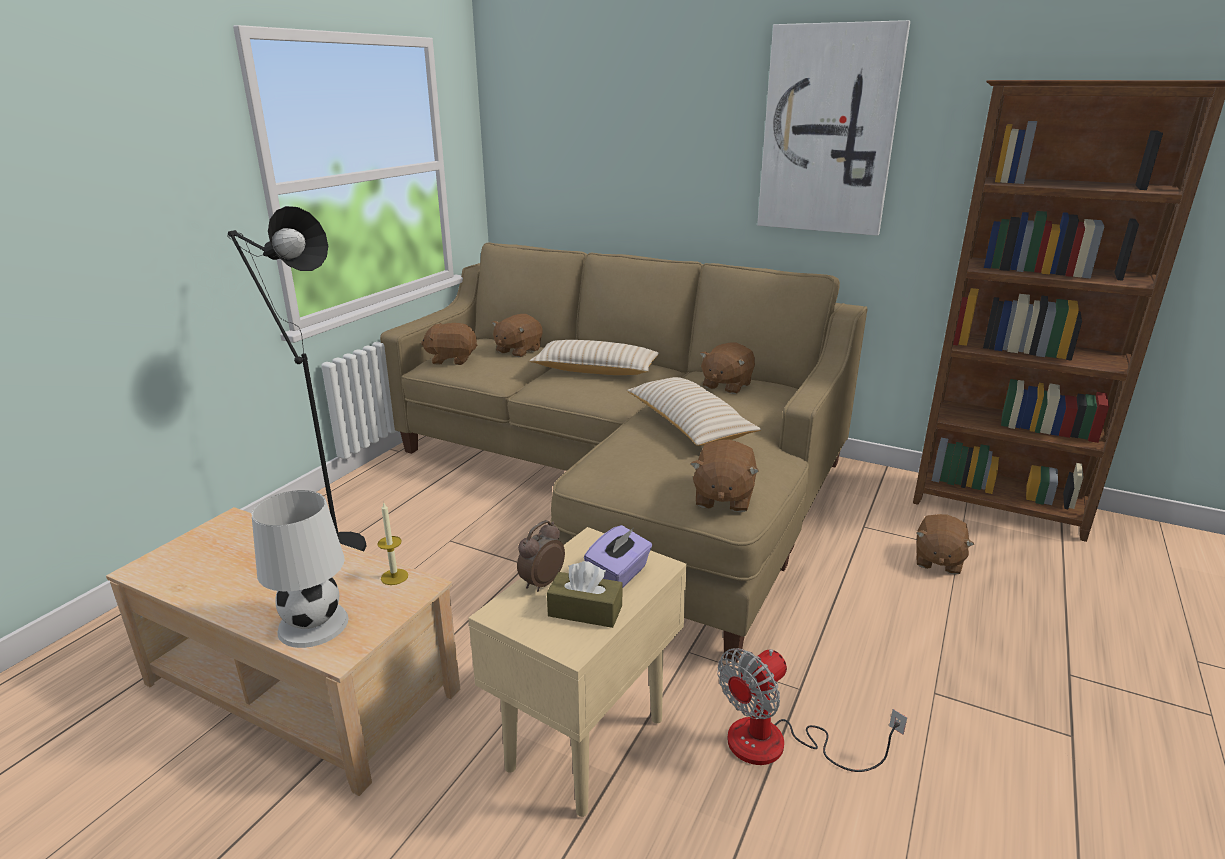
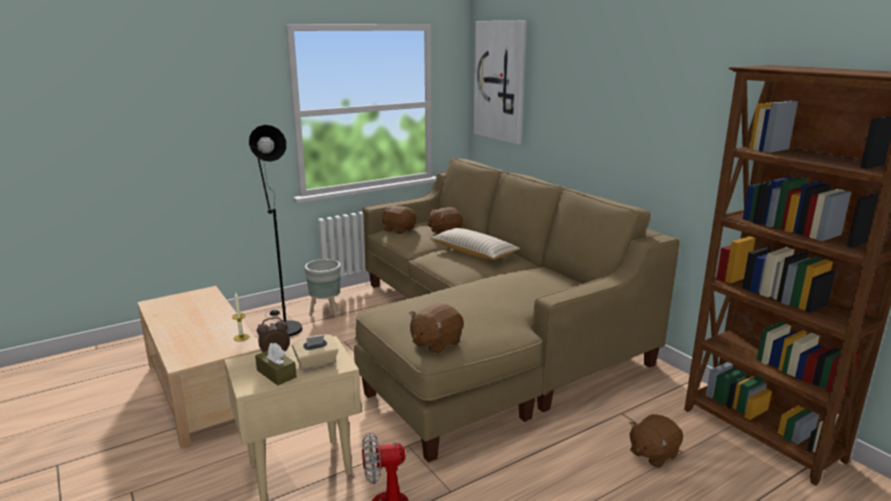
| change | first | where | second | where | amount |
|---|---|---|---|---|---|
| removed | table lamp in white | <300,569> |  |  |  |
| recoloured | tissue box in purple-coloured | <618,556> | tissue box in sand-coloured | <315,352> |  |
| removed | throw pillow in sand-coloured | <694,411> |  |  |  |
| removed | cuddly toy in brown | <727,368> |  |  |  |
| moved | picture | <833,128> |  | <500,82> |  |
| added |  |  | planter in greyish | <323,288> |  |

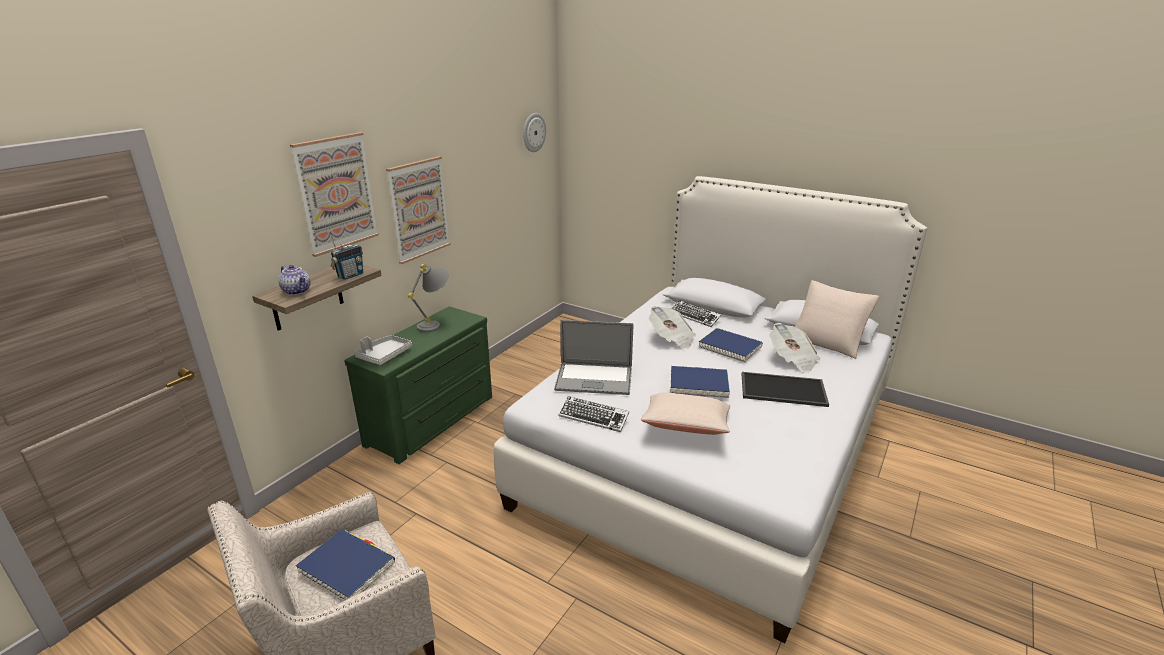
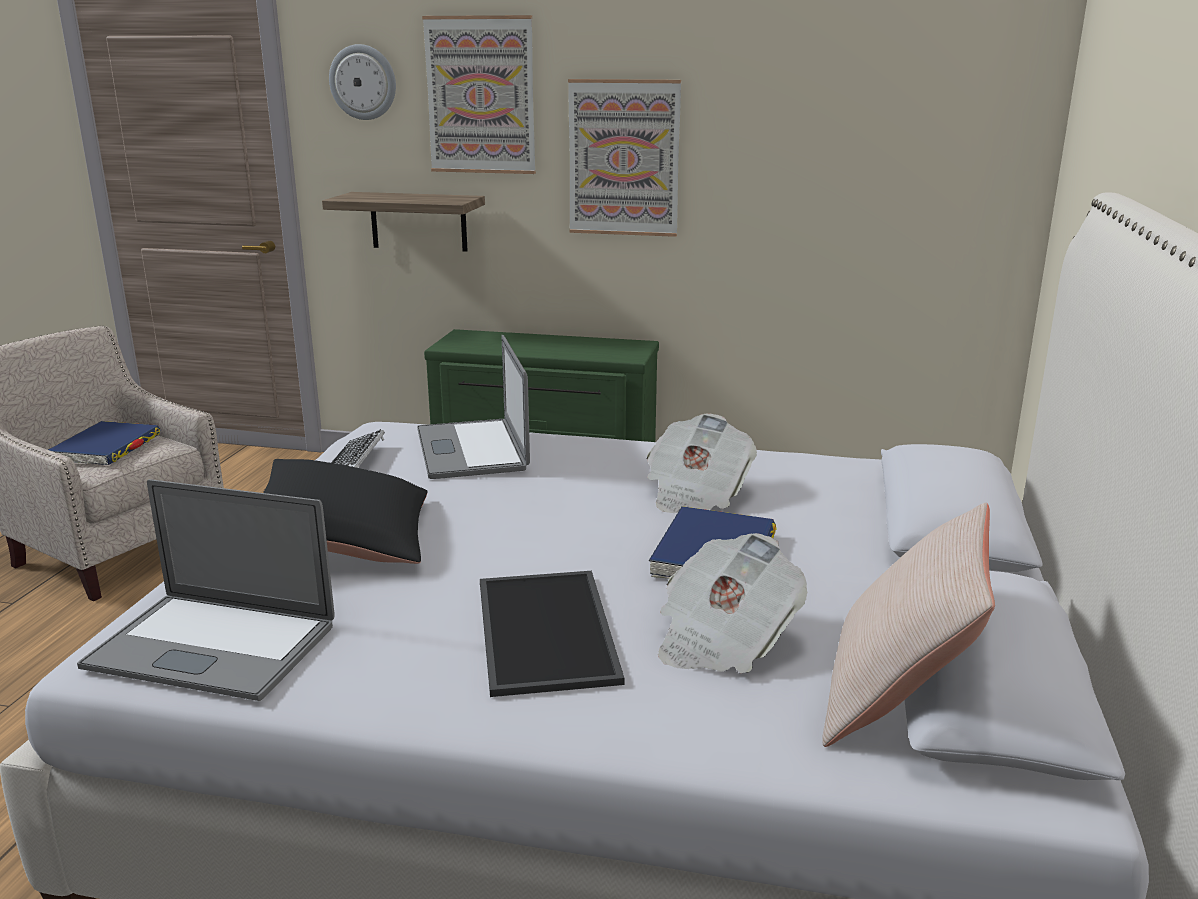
| change | first | where | second | where | amount |
|---|---|---|---|---|---|
| removed | pot for tea | <294,280> |  |  |  |
| removed | radio receiver | <347,257> |  |  |  |
| removed | serving tray in greyish | <383,350> |  |  |  |
| removed | table lamp in greyish | <428,298> |  |  |  |
| moved | hanging clock | <534,132> |  | <362,82> |  |
| recoloured | throw pillow in sand-coloured | <685,414> | throw pillow in black-coloured | <345,511> |  |
| removed | bound book in bluish | <700,382> |  |  |  |
| removed | keyboard | <696,313> |  |  |  |
| added |  |  | laptop | <206,590> |  |

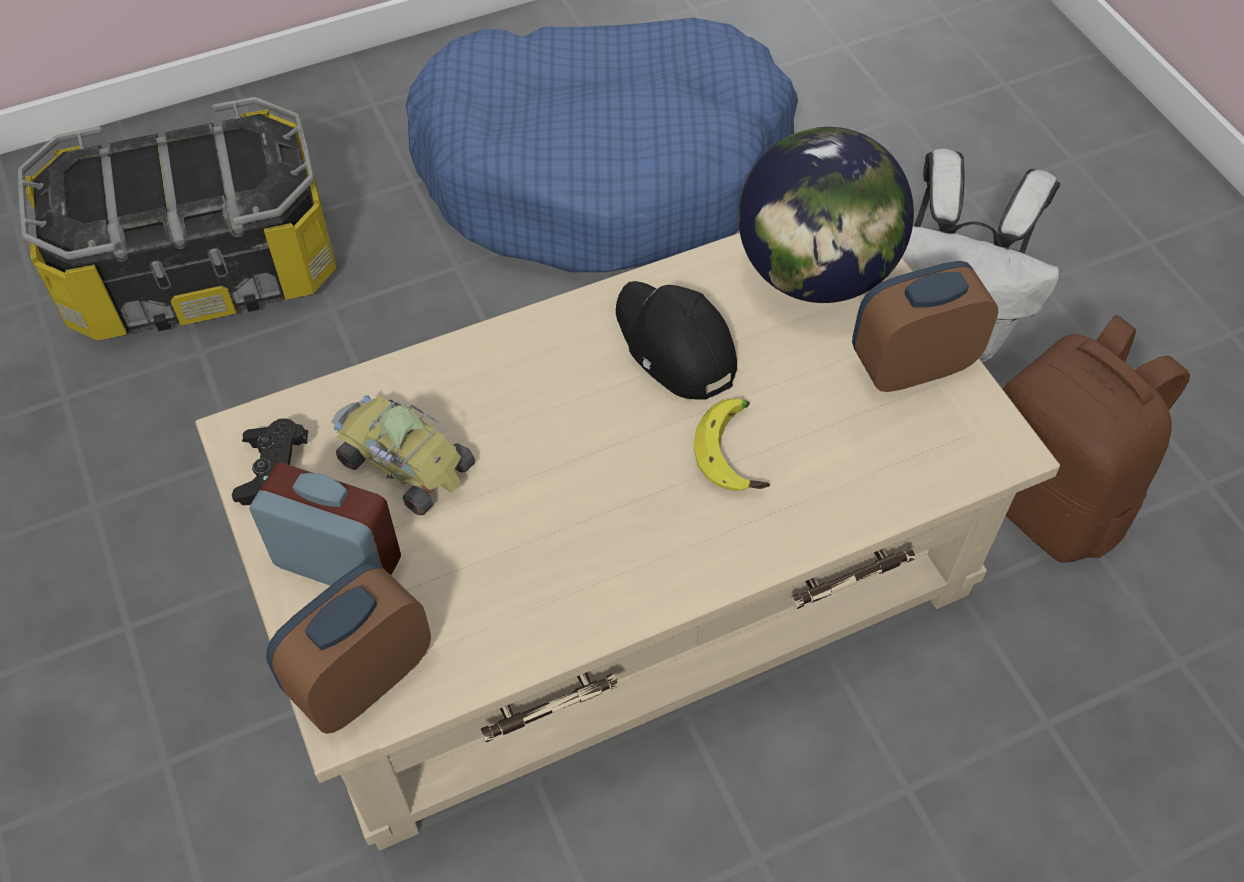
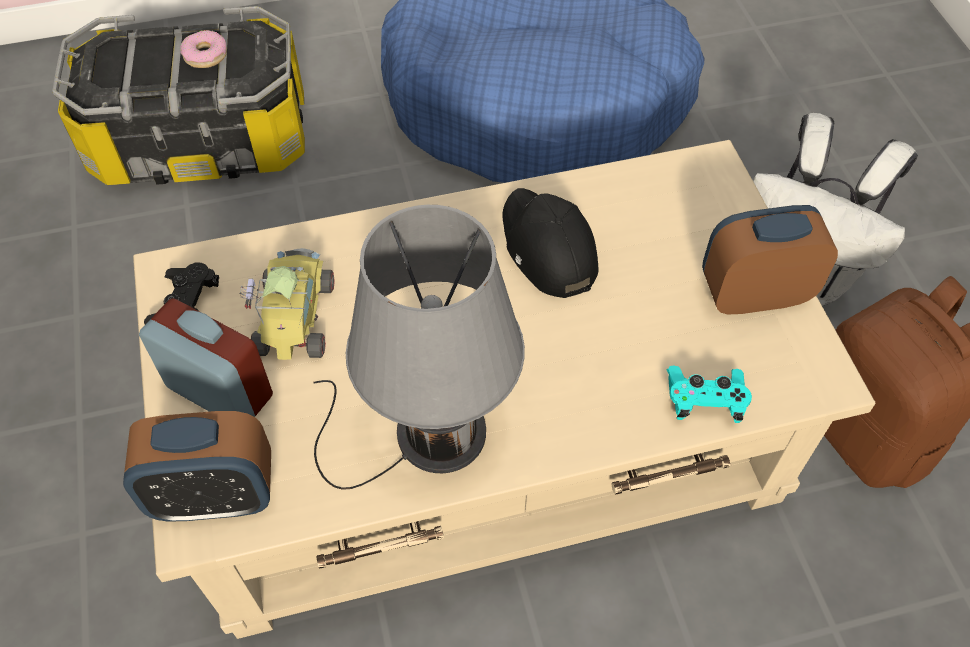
| change | first | where | second | where | amount |
|---|---|---|---|---|---|
| turned | bedside clock | <348,648> |  | <197,466> | 150 degrees counterclockwise |
| turned | model car | <403,455> |  | <287,304> | 45 degrees clockwise |
| removed | banana fruit | <731,444> |  |  |  |
| removed | world globe | <826,215> |  |  |  |
| added |  |  | doughnut | <203,49> |  |
| added |  |  | table lamp in greyish | <419,347> |  |
| added |  |  | gamepad in turquoise-coloured | <709,394> |  |

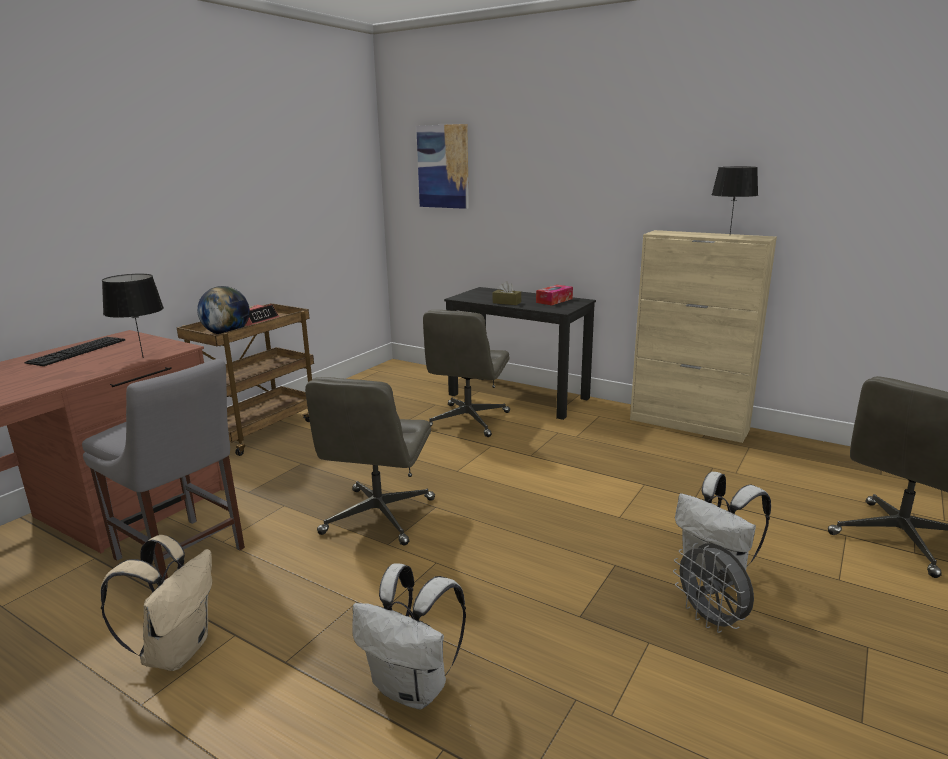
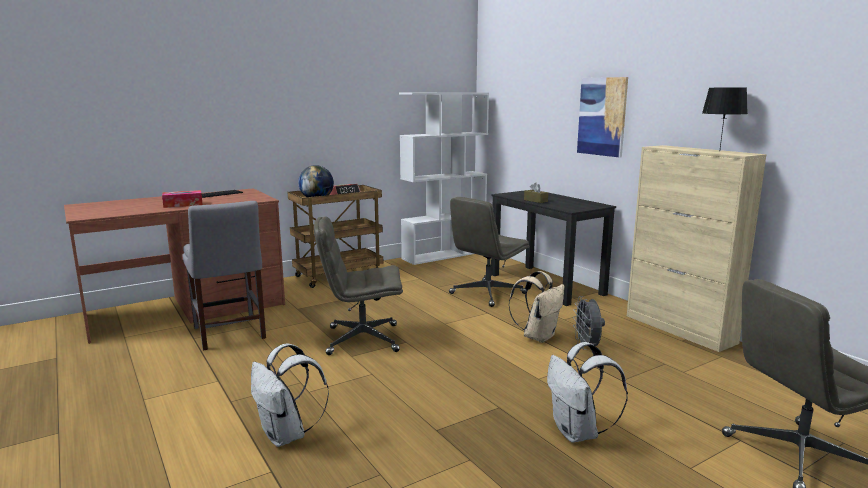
| change | first | where | second | where | amount |
|---|---|---|---|---|---|
| moved | backpack in sand-coloured | <156,603> |  | <537,307> |  |
| removed | table lamp in black-coloured | <133,316> |  |  |  |
| turned | office chair in greyish | <370,461> |  | <358,285> | 45 degrees clockwise |
| moved | picture | <442,166> |  | <602,117> |  |
| moved | tissue box | <554,295> |  | <182,199> |  |
| moved | fan in greyish | <713,588> |  | <589,323> |  |
| added |  |  | shelving unit in white | <444,179> |  |

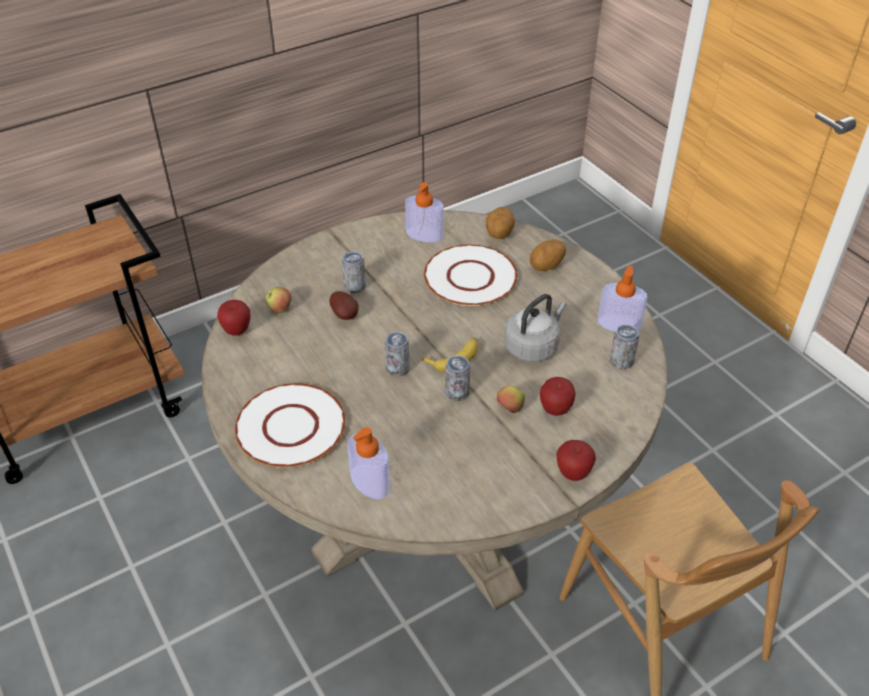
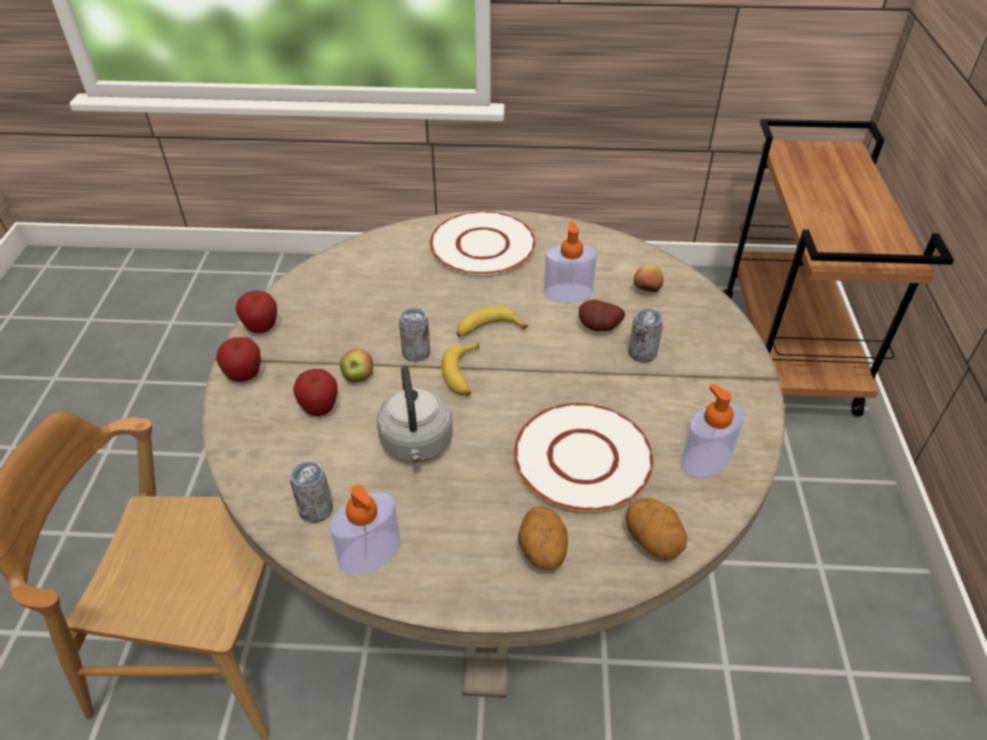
| change | first | where | second | where | amount |
|---|---|---|---|---|---|
| moved | apple fruit | <234,318> |  | <256,312> |  |
| moved | soap dispenser | <368,463> |  | <570,261> |  |
| replaced | can | <397,354> | banana fruit | <492,321> |  |

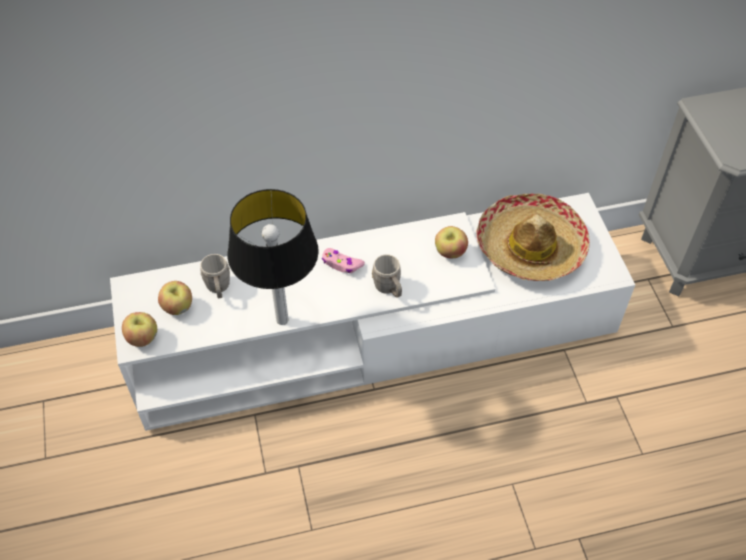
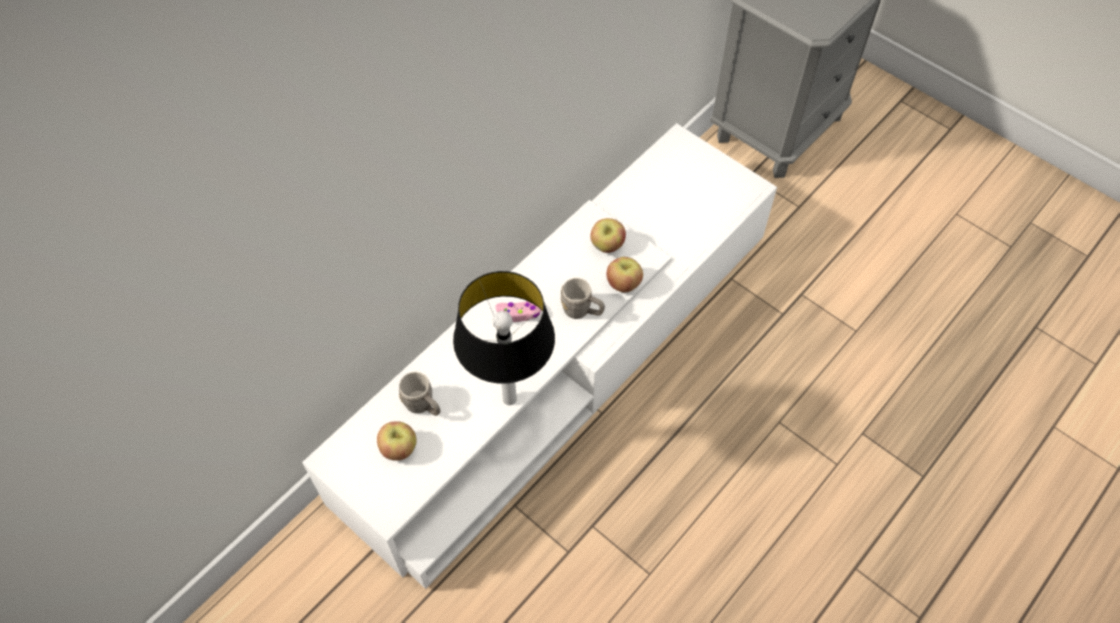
| change | first | where | second | where | amount |
|---|---|---|---|---|---|
| moved | apple fruit | <139,329> |  | <625,274> |  |
| removed | hat | <533,237> |  |  |  |

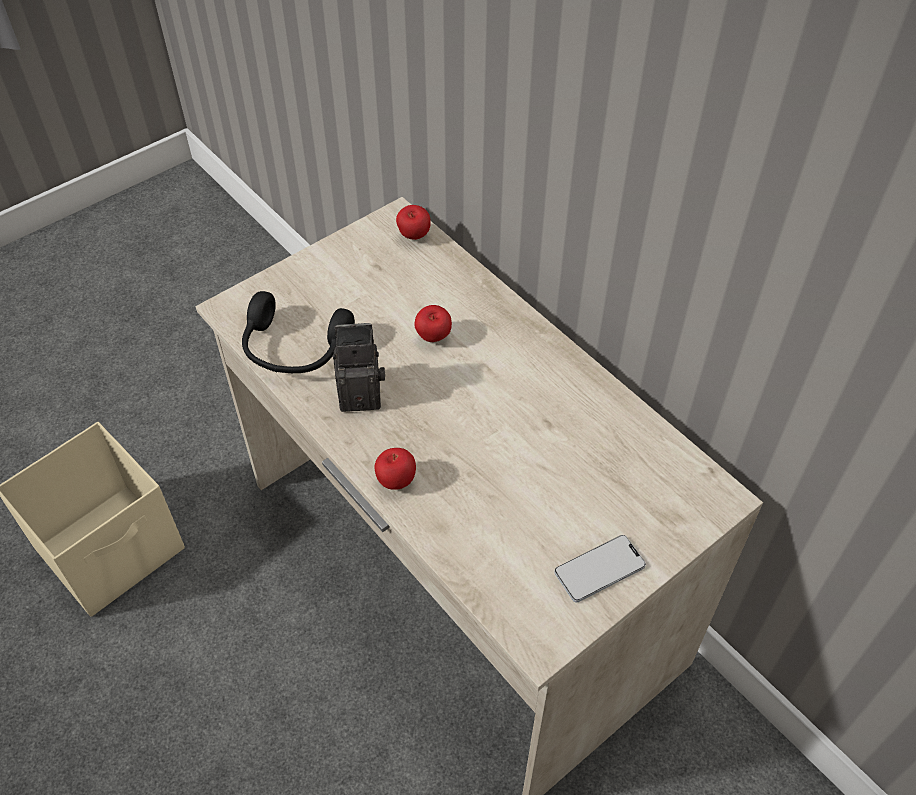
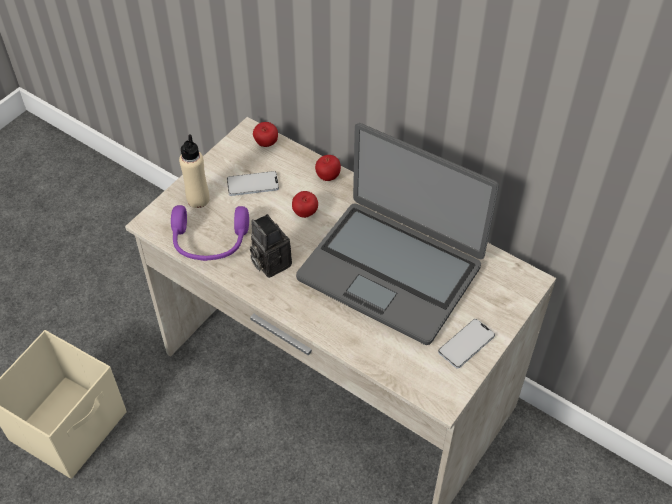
| change | first | where | second | where | amount |
|---|---|---|---|---|---|
| recoloured | headset in black-coloured | <298,332> | headset in purple-coloured | <210,233> |  |
| turned | still camera | <359,367> |  | <271,246> | 105 degrees counterclockwise |
| moved | apple fruit | <395,469> |  | <328,168> |  |
| added |  |  | bottle in sand-coloured | <194,171> |  |
| added |  |  | telephone | <253,183> |  |
| added |  |  | laptop | <397,234> |  |

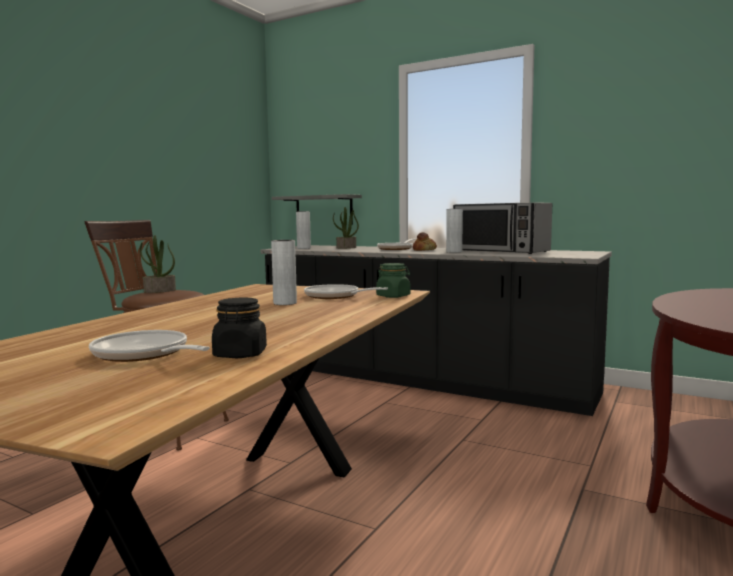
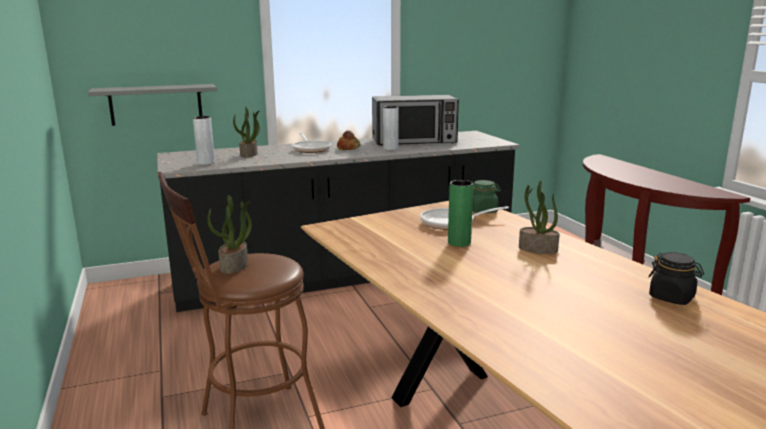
| change | first | where | second | where | amount |
|---|---|---|---|---|---|
| removed | frying pan | <149,346> |  |  |  |
| recoloured | decorative vase in greyish | <284,272> | decorative vase in greenish | <460,213> |  |
| added |  |  | plant in a pot | <539,217> |  |

